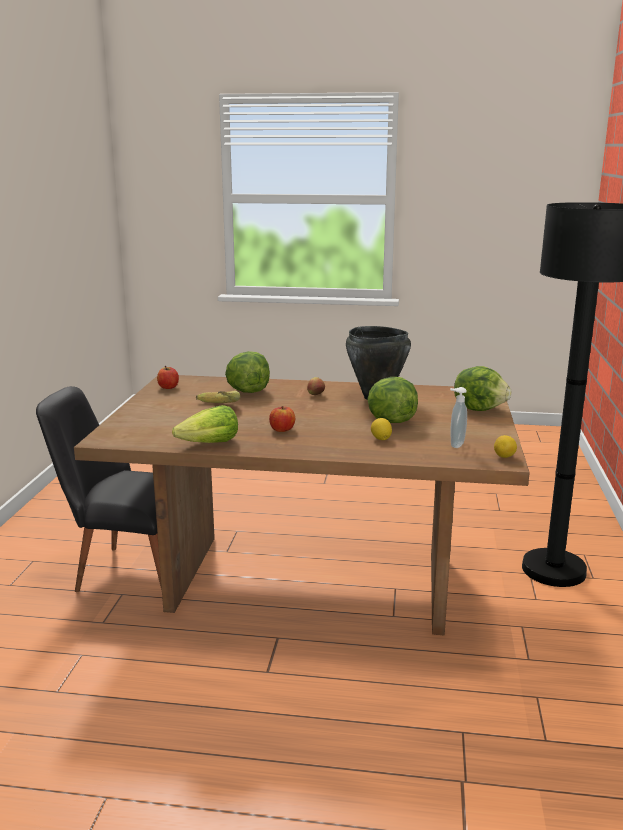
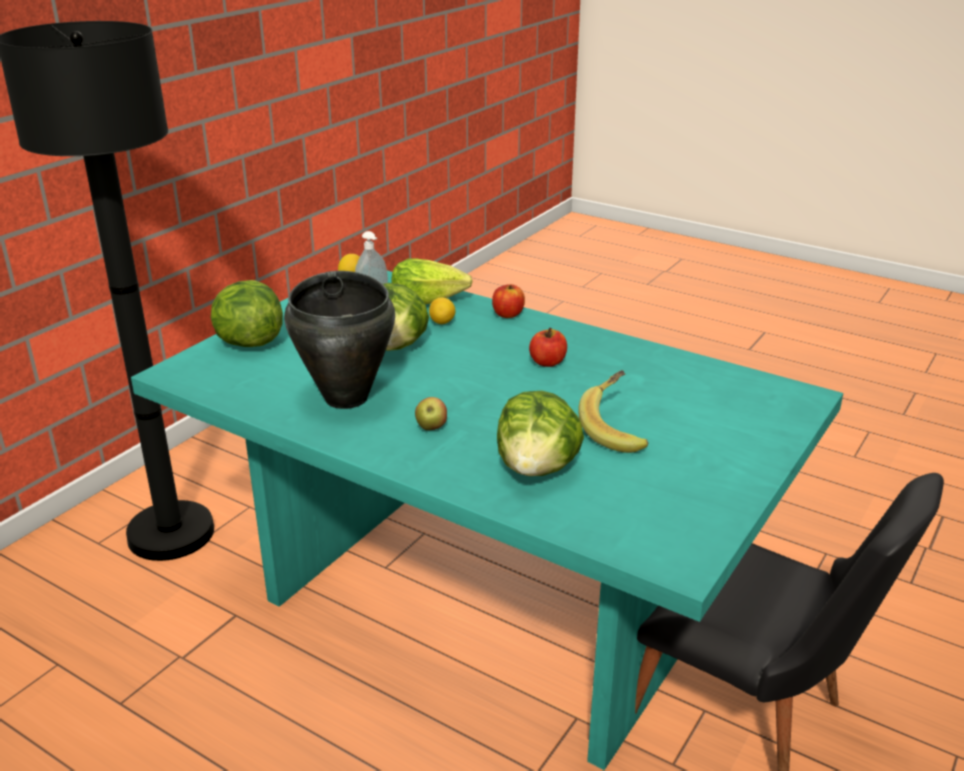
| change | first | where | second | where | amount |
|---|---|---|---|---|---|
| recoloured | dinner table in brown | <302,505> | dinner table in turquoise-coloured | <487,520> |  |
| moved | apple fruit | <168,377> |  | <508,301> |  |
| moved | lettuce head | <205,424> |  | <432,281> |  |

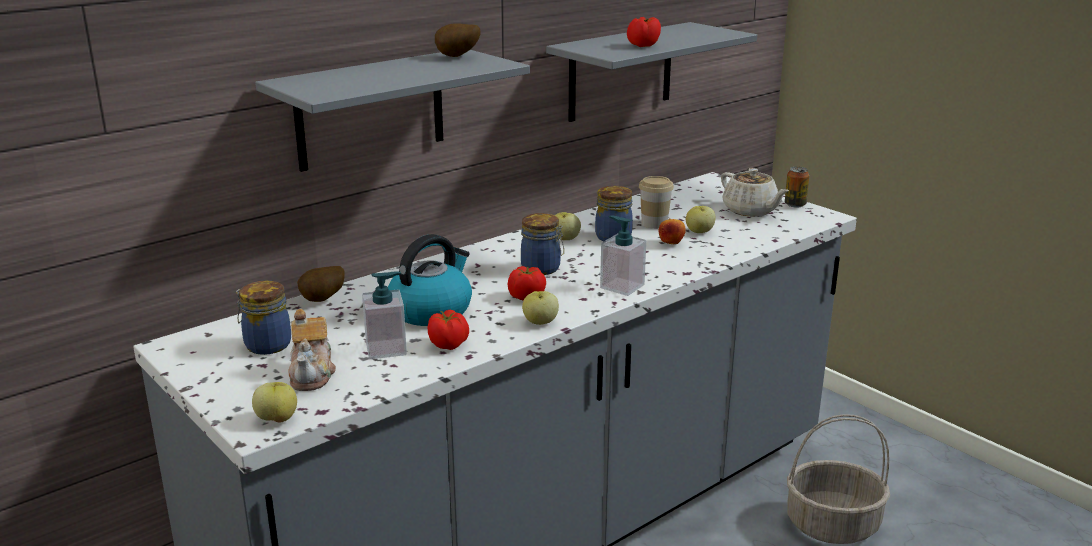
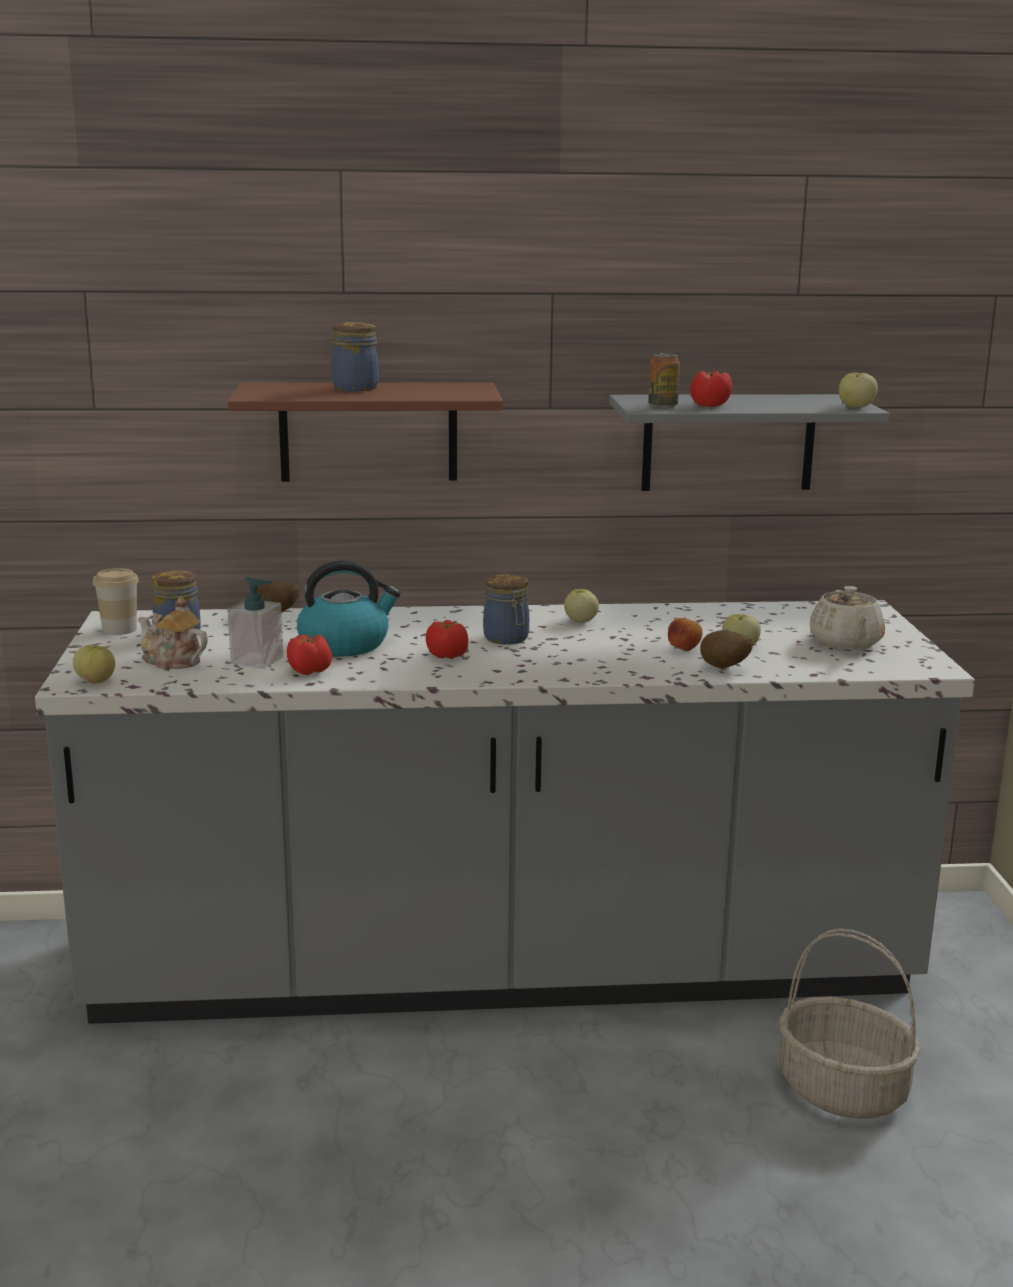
| change | first | where | second | where | amount |
|---|---|---|---|---|---|
| recoloured | wall shelf in greyish | <392,111> | wall shelf in brown | <365,432> |  |
| turned | pot for tea | <312,350> |  | <173,633> | 90 degrees clockwise |
| moved | spud | <457,40> |  | <726,649> |  |
| moved | apple fruit | <540,308> |  | <858,390> |  |
| moved | storage jar | <614,213> |  | <355,356> |  |
| removed | soap dispenser | <623,255> |  |  |  |
| moved | small cup | <656,202> |  | <116,601> |  |
| moved | can | <797,187> |  | <664,380> |  |

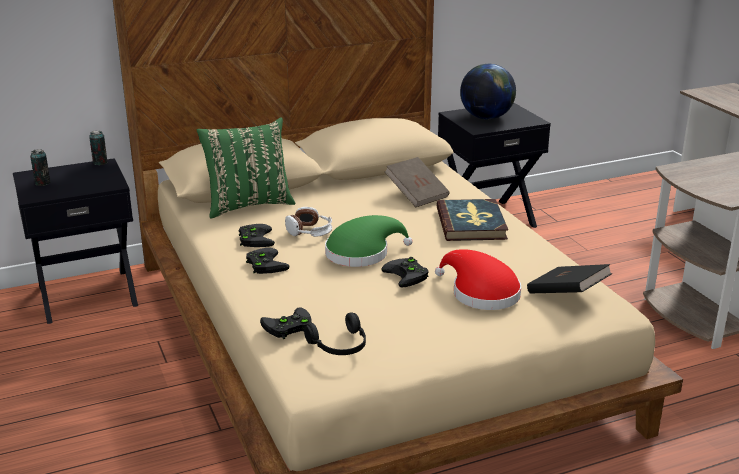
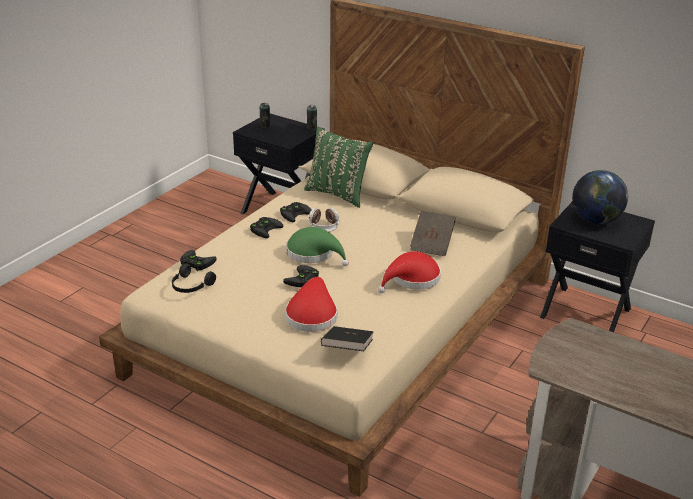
| change | first | where | second | where | amount |
|---|---|---|---|---|---|
| replaced | bound book | <472,220> | hat in reddish | <409,272> |  |

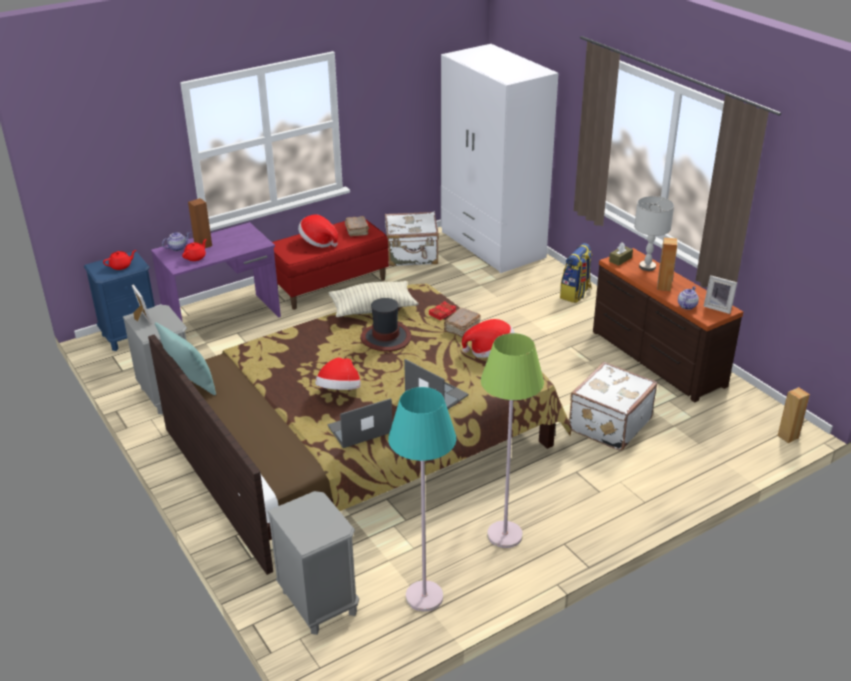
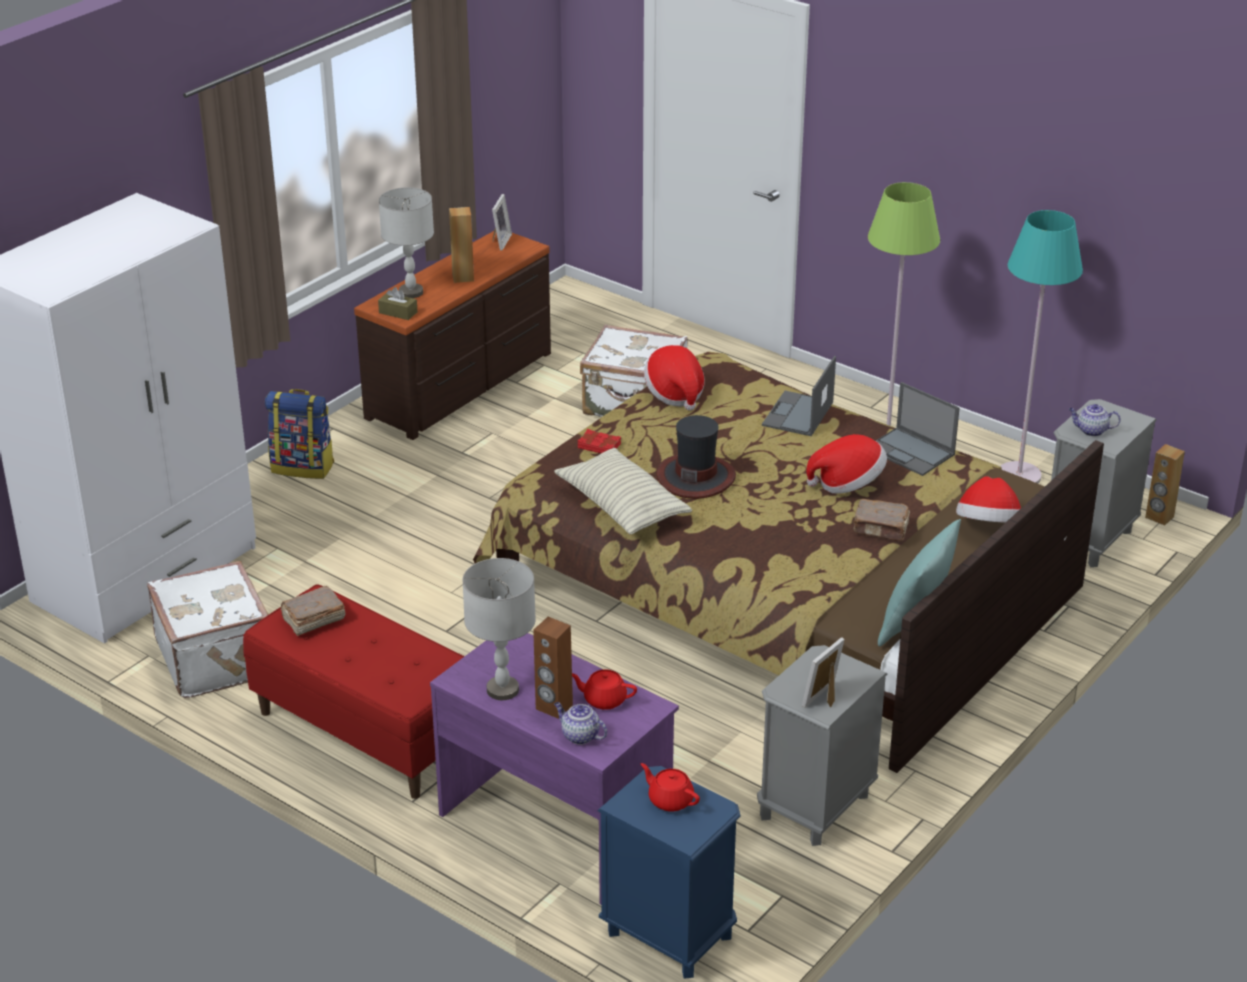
| change | first | where | second | where | amount |
|---|---|---|---|---|---|
| moved | hat | <318,231> |  | <988,499> |  |
| moved | bound book in brown | <462,322> |  | <881,520> |  |
| moved | pot for tea | <688,298> |  | <1095,420> |  |
| moved | speaker in brown | <794,415> |  | <1165,484> |  |
| added |  |  | table lamp in greyish | <499,629> |  |

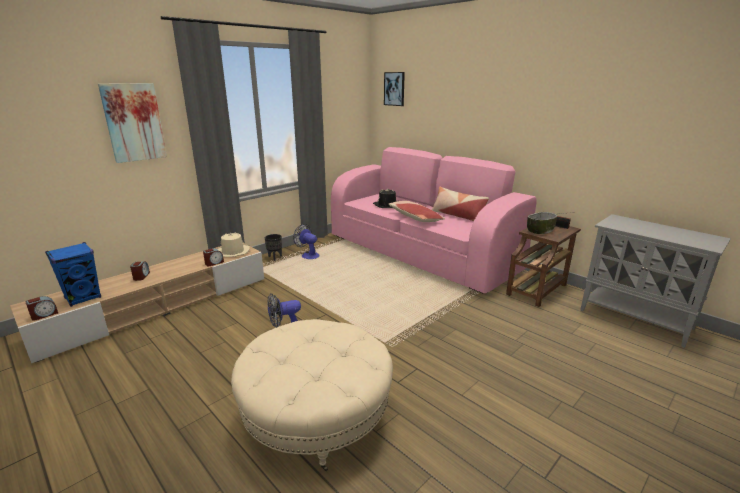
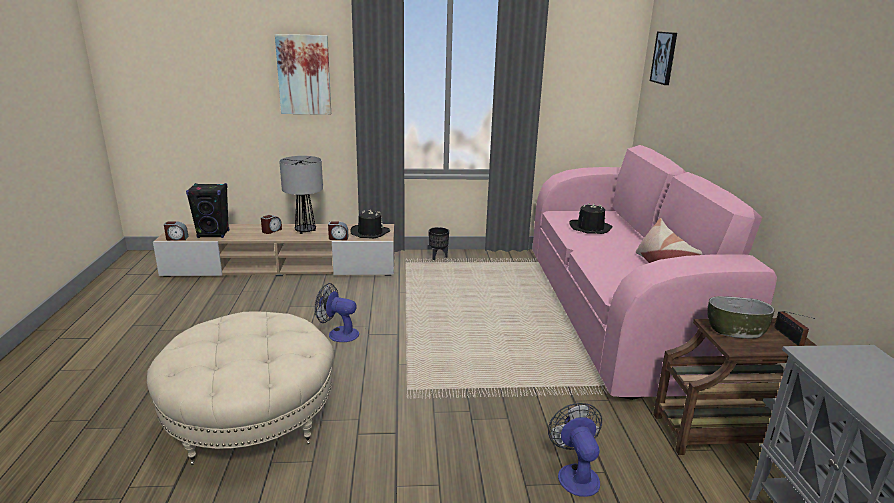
| change | first | where | second | where | amount |
|---|---|---|---|---|---|
| recoloured | speaker in bluish | <73,274> | speaker in black-coloured | <207,210> |  |
| recoloured | hat in sand-coloured | <233,244> | hat in black-coloured | <370,224> |  |
| moved | fan | <306,241> |  | <575,450> |  |
| removed | throw pillow | <417,211> |  |  |  |
| added |  |  | table lamp | <301,195> |  |

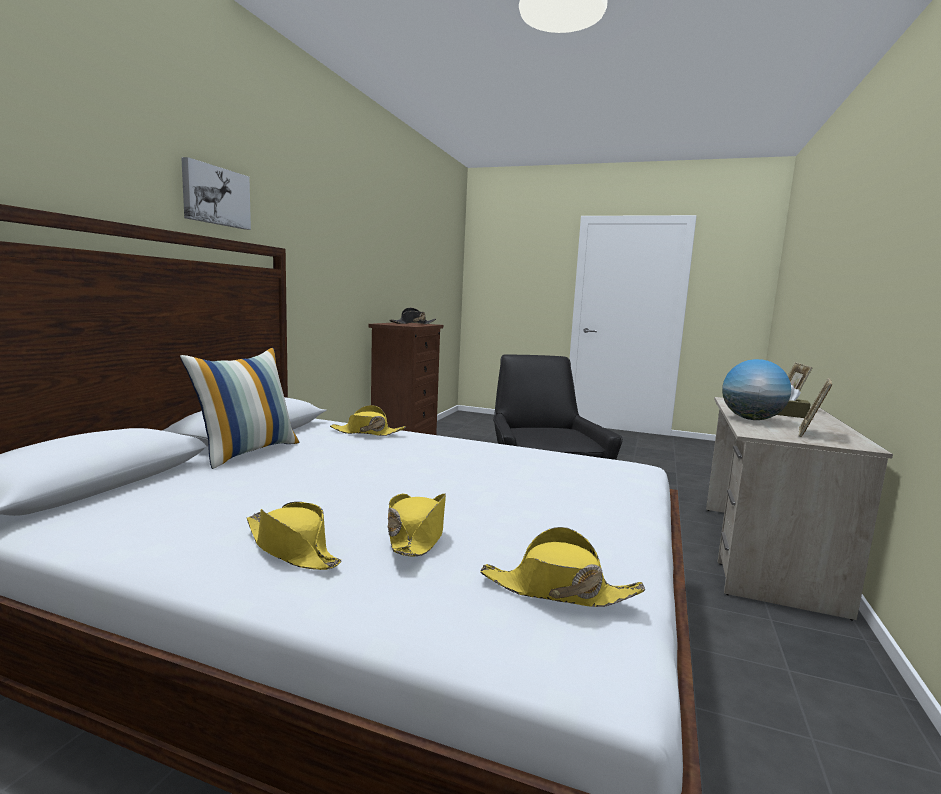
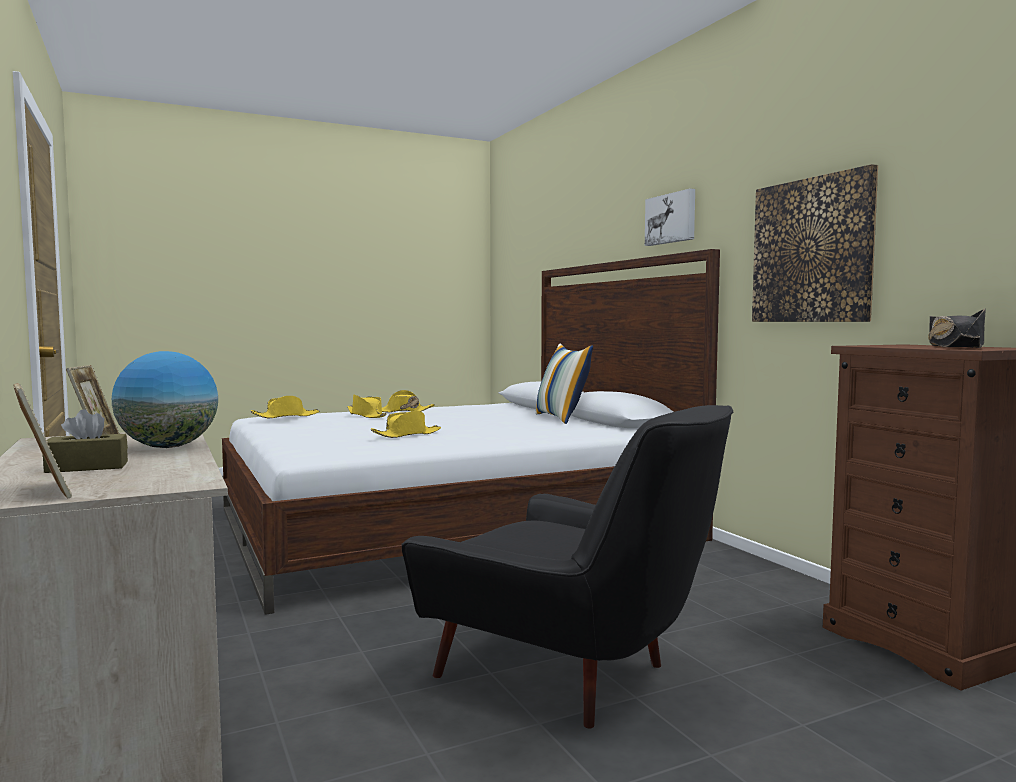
| change | first | where | second | where | amount |
|---|---|---|---|---|---|
| moved | hat in yellowish | <368,420> |  | <406,424> |  |
| added |  |  | picture | <815,243> |  |

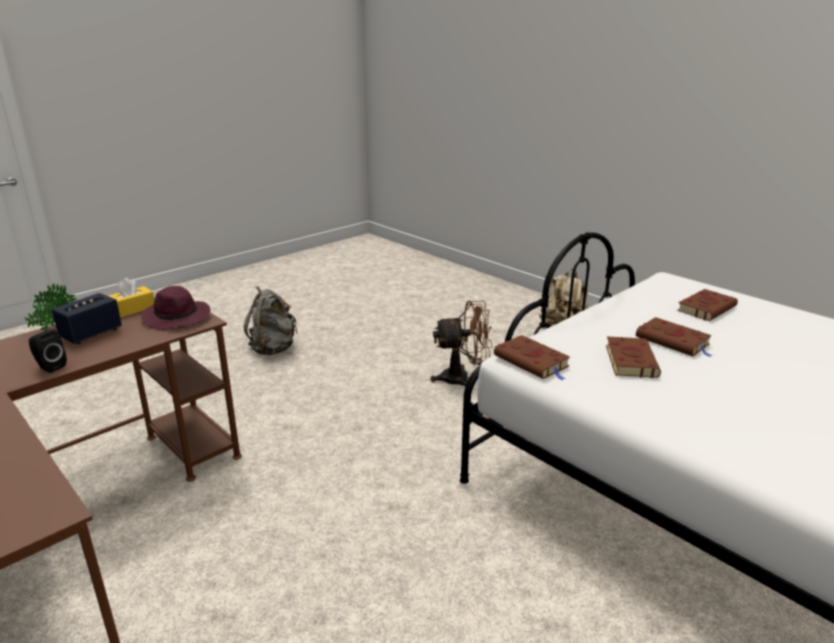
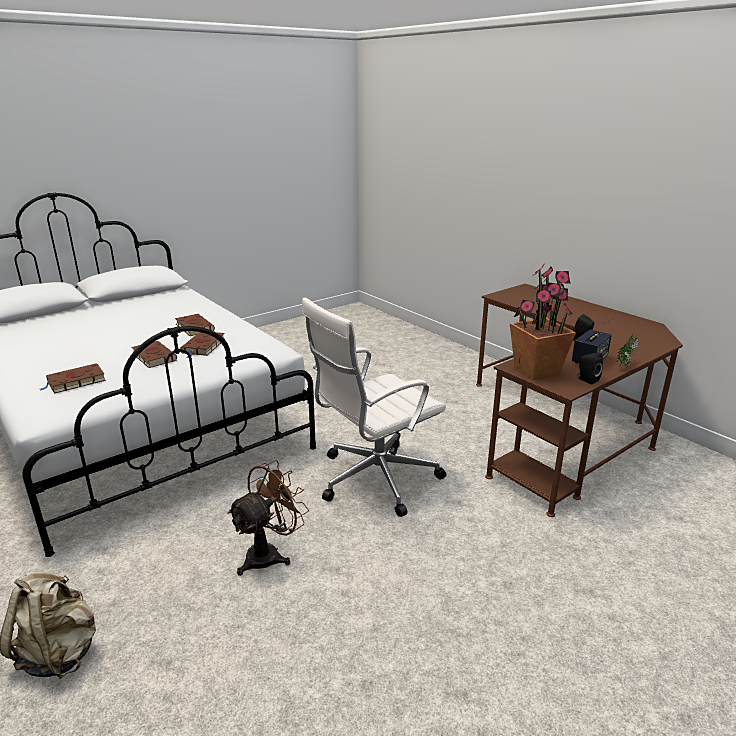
| change | first | where | second | where | amount |
|---|---|---|---|---|---|
| replaced | tissue box in yellowish | <132,298> | speaker in black-coloured | <590,368> |  |
| replaced | hat in purple-coloured | <176,308> | plant in a pot | <543,322> |  |
| removed | backpack in greyish | <270,320> |  |  |  |
| turned | fan in brown | <461,343> |  | <268,518> | 135 degrees clockwise |
| moved | bound book in brown | <532,357> |  | <195,325> |  |
| added |  |  | office chair in white | <374,407> |  |

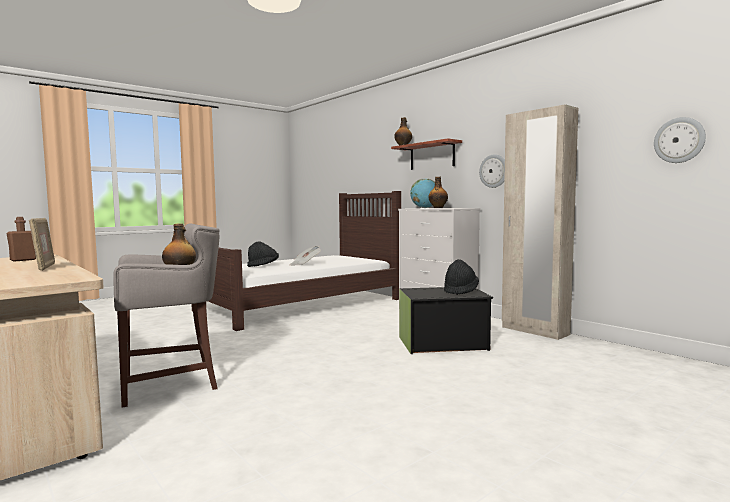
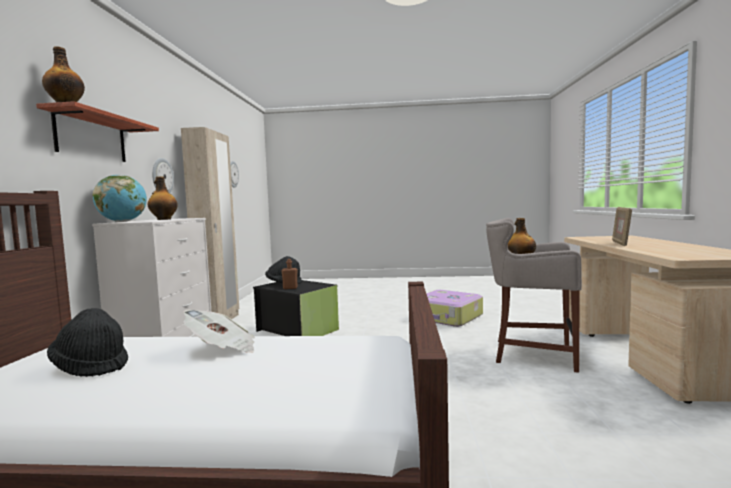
| change | first | where | second | where | amount |
|---|---|---|---|---|---|
| moved | bottle in brown | <21,239> |  | <289,274> |  |
| moved | hat in black-coloured | <263,254> |  | <87,342> |  |
| added |  |  | piece of luggage | <454,308> |  |

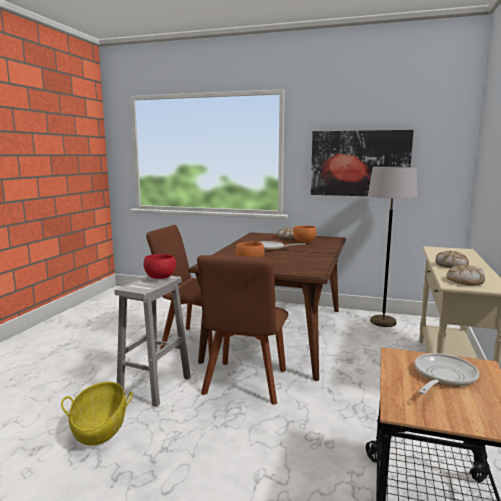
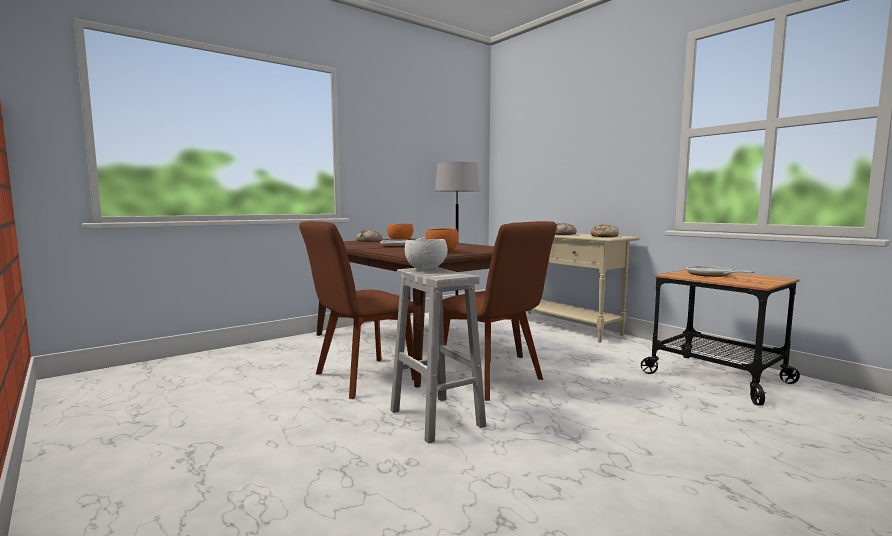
| change | first | where | second | where | amount |
|---|---|---|---|---|---|
| removed | basket | <97,414> |  |  |  |
| recoloured | bowl in reddish | <160,266> | bowl in white | <426,254> |  |
| removed | picture | <362,163> |  |  |  |

